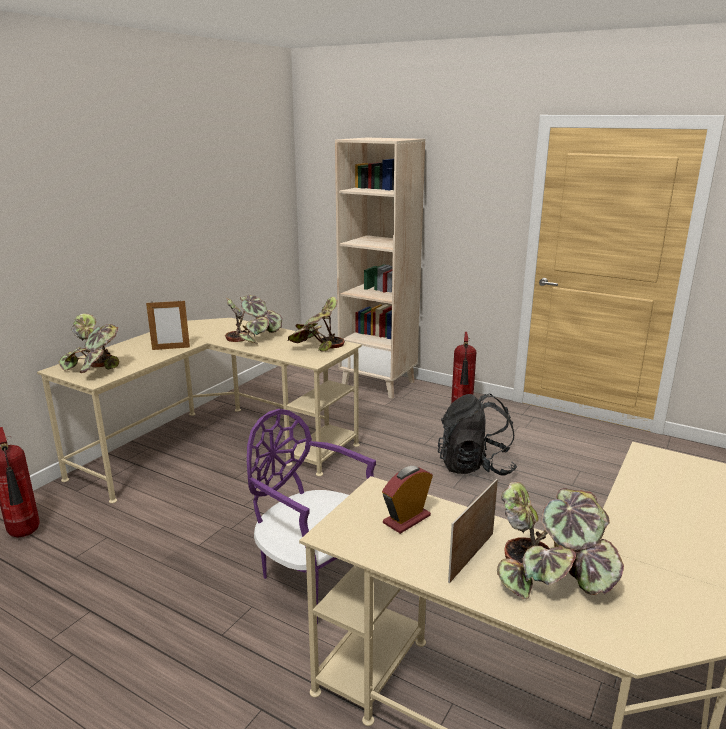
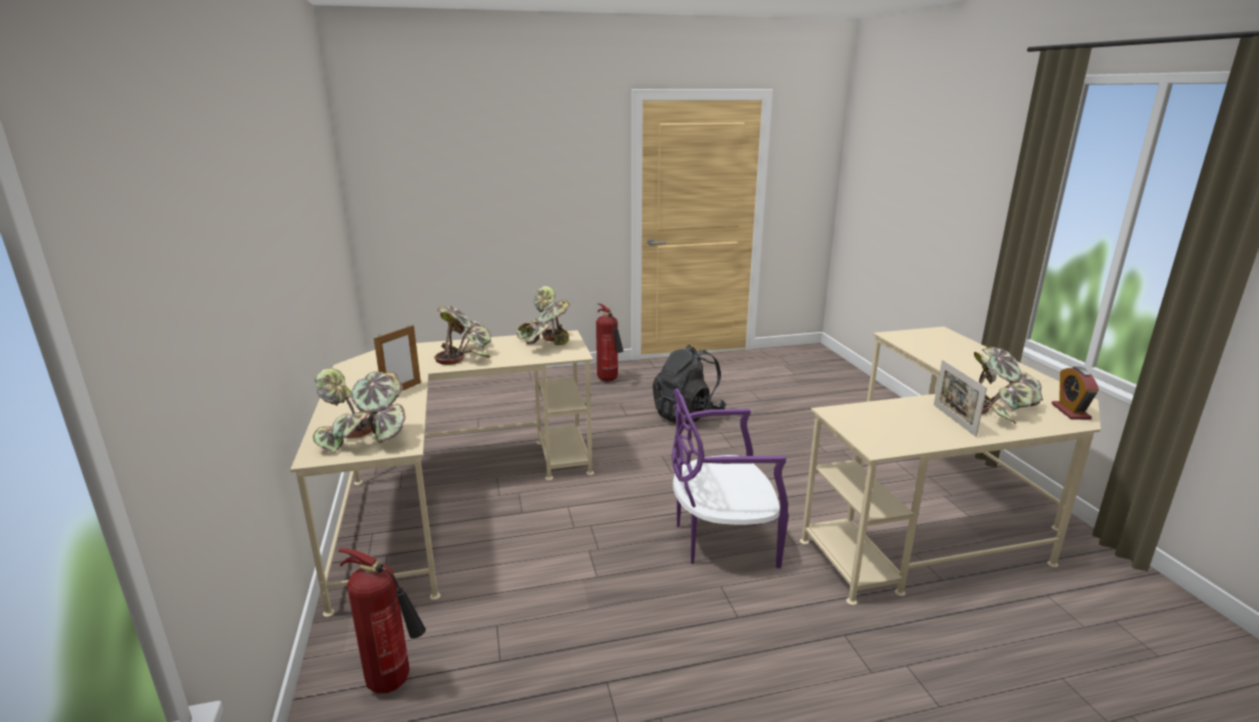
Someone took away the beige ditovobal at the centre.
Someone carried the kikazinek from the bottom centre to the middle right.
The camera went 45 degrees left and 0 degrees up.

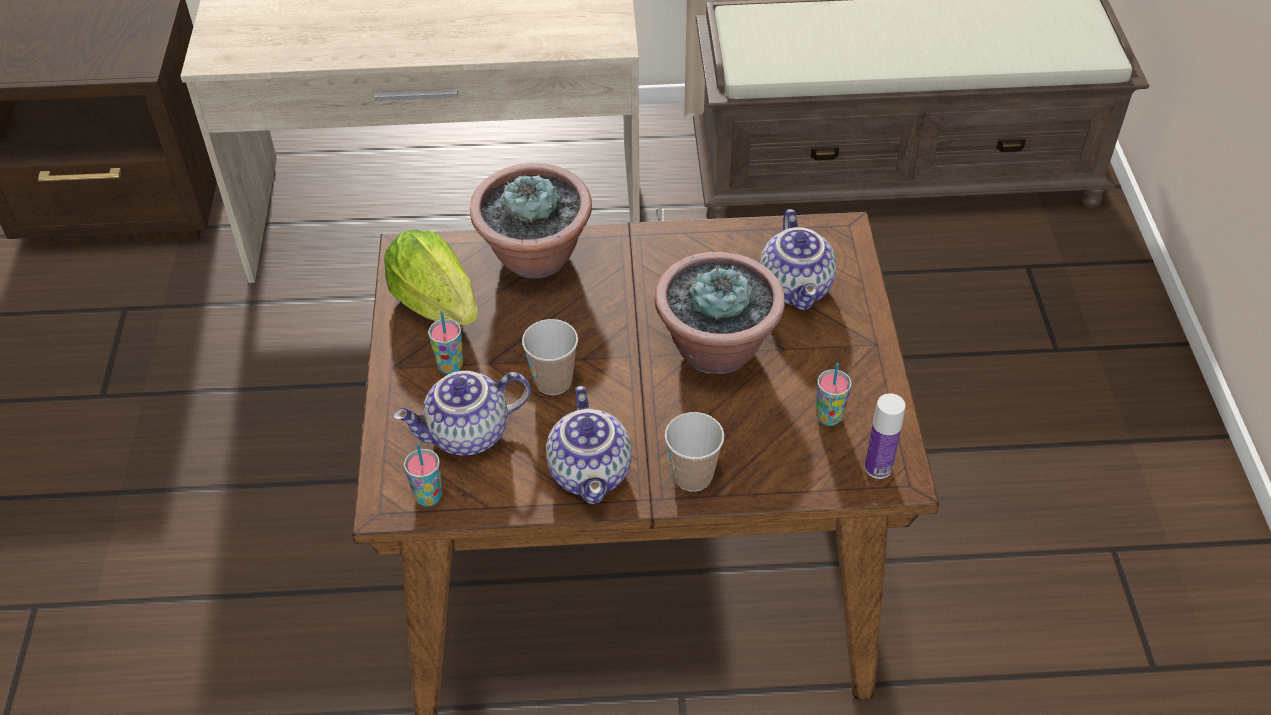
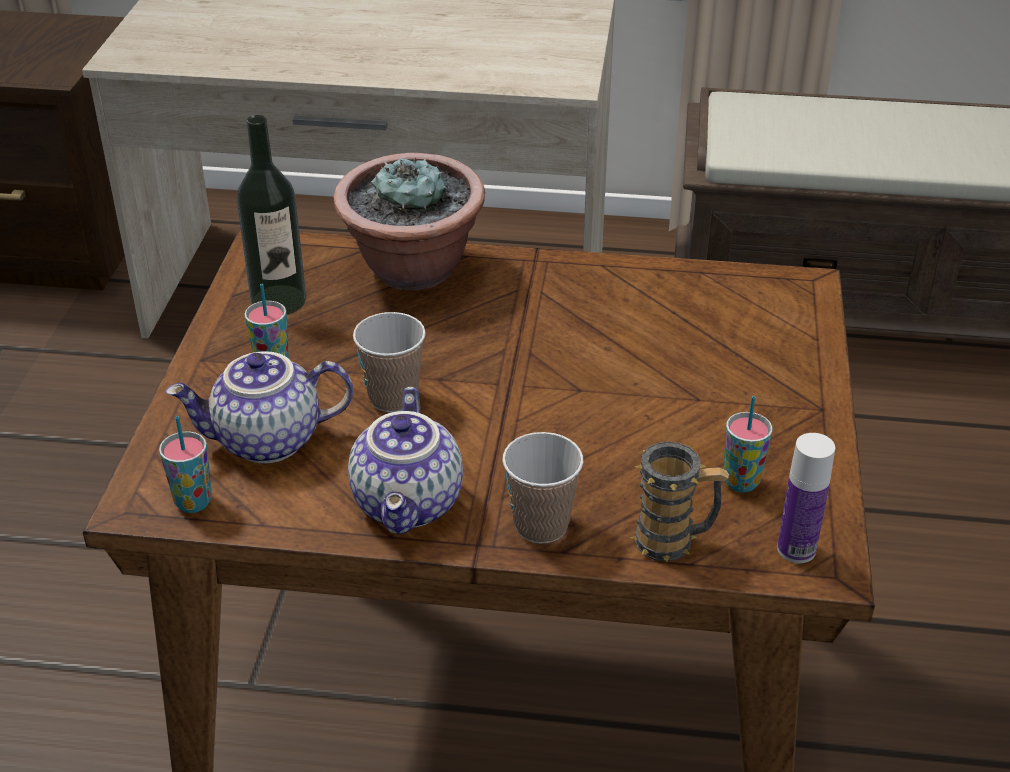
Someone took away the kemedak (no. 2 from left) at the centre.
Someone took away the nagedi (no. 3 from left) at the centre.
Someone put down the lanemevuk at the middle right.
Someone swapped the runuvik at the centre for the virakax (no. 1 from left) at the top left.
The camera went 10 degrees right and 10 degrees down.

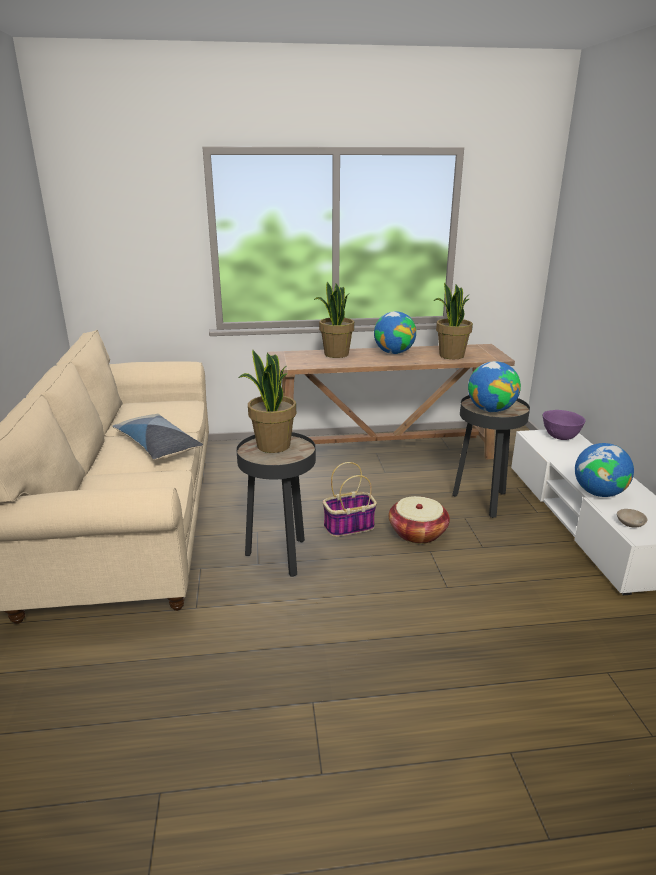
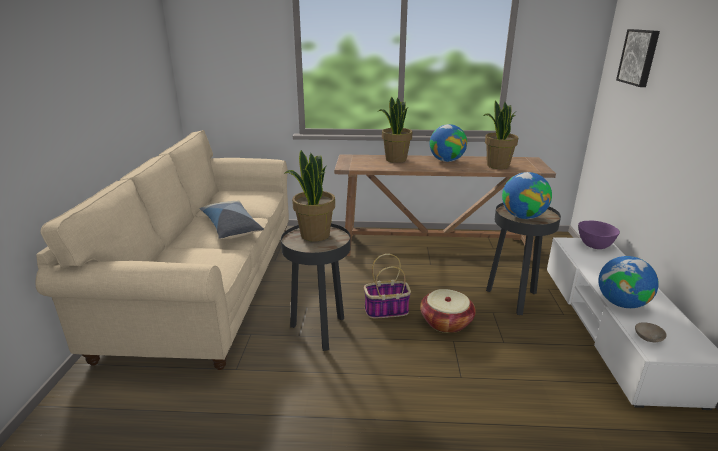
Someone put up the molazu at the top right.
The camera went 10 degrees right and 0 degrees up.

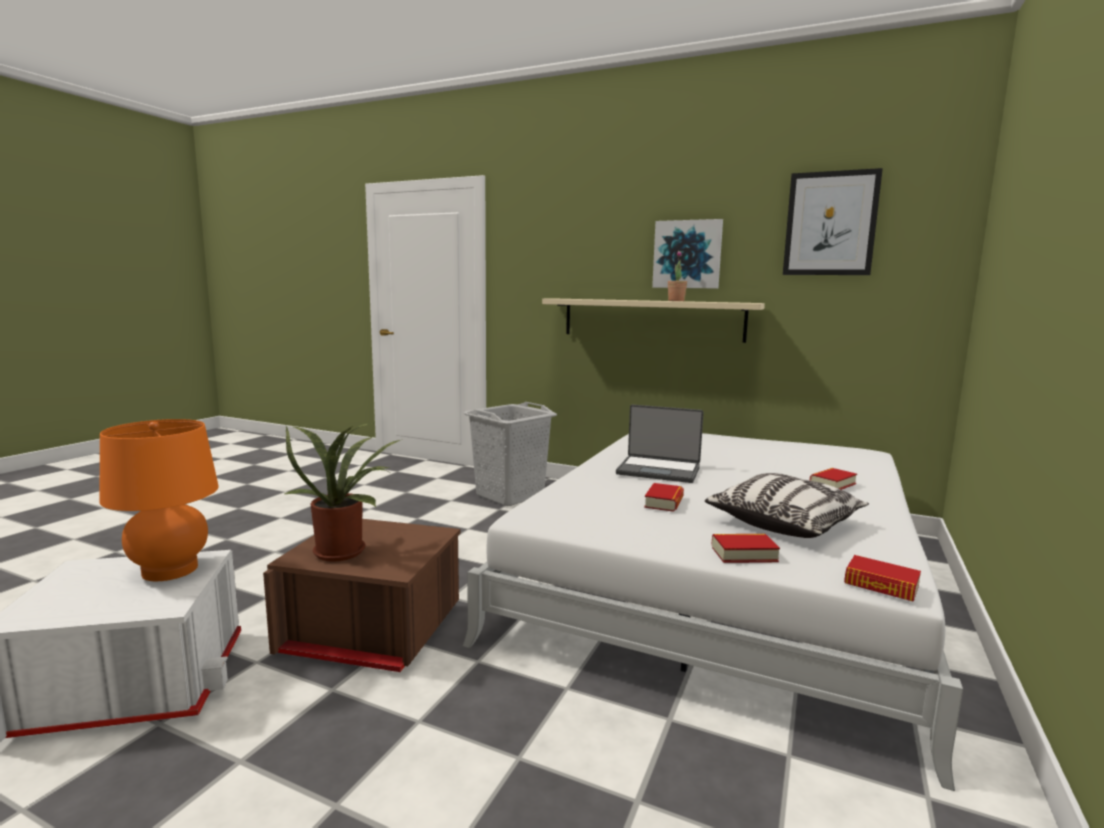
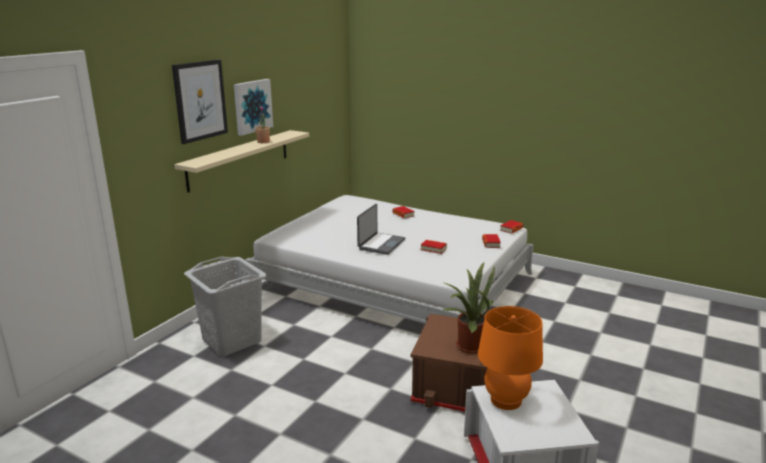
Someone took away the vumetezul at the middle right.
Someone carried the molazu (no. 2 from left in the first image) from the top right to the top left.
The camera went 85 degrees left and 10 degrees up.

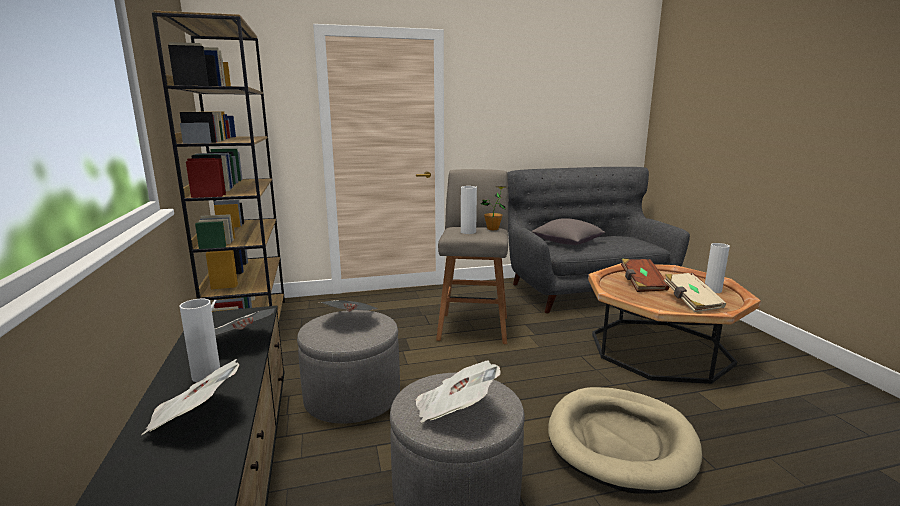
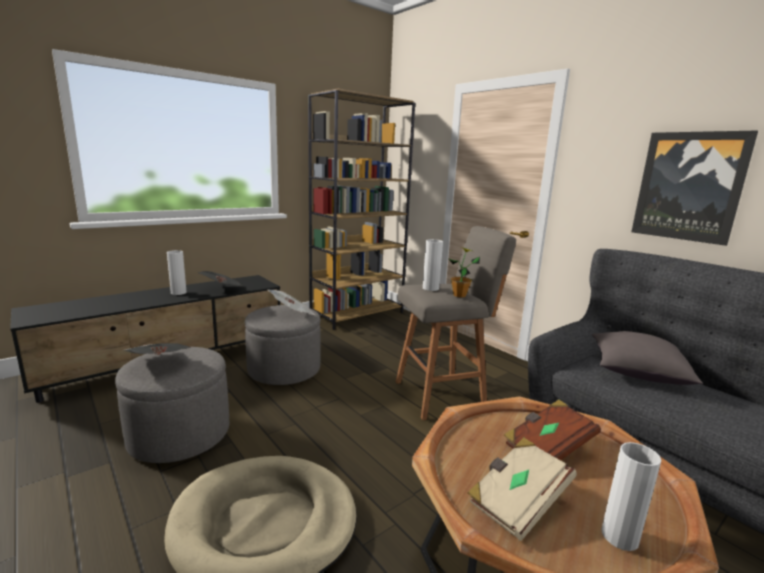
Someone took away the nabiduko (no. 1 from left) at the bottom left.
Someone put up the molazu at the top right.
The camera went 65 degrees right and 0 degrees up.

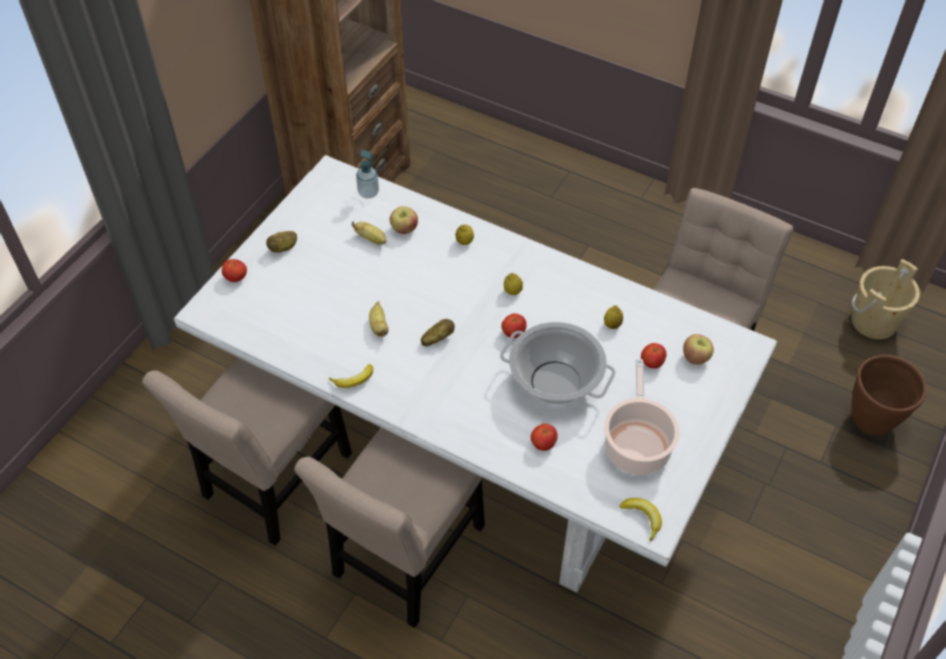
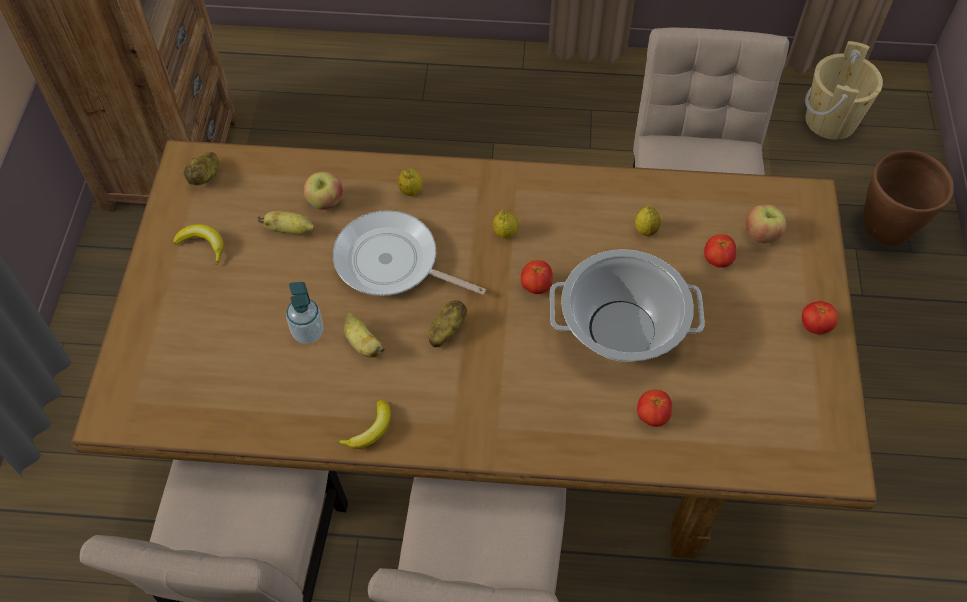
Someone took away the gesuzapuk (no. 2 from left) at the middle right.
Someone put down the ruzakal at the centre.
Someone carried the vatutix (no. 1 from left in the first image) from the middle left to the middle right.
Someone carried the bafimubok (no. 1 from left) from the middle left to the top left.
Someone carried the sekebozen from the top centre to the middle left.
Someone carried the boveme (no. 4 from left in the first image) from the bottom right to the middle left.
Someone repainted the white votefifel at the centre, which became the brown votefifel at the centre.
The camera went 25 degrees left and 5 degrees up.

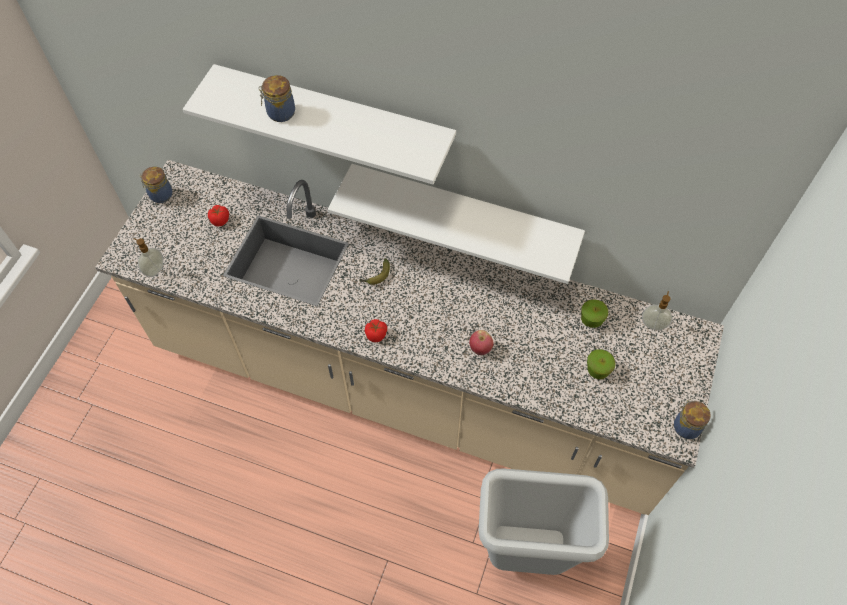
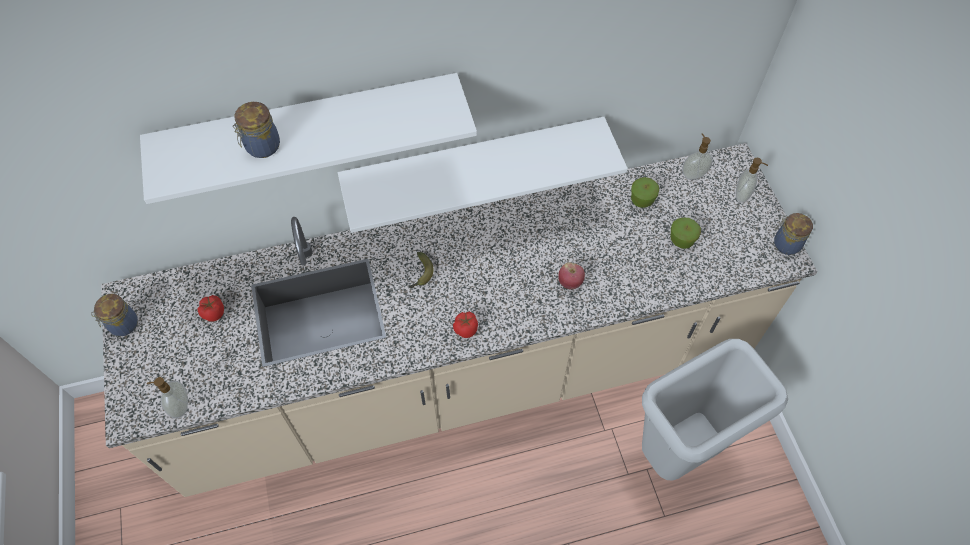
Someone put down the sekebozen (no. 3 from left) at the top right.
The camera went 35 degrees left and 0 degrees up.

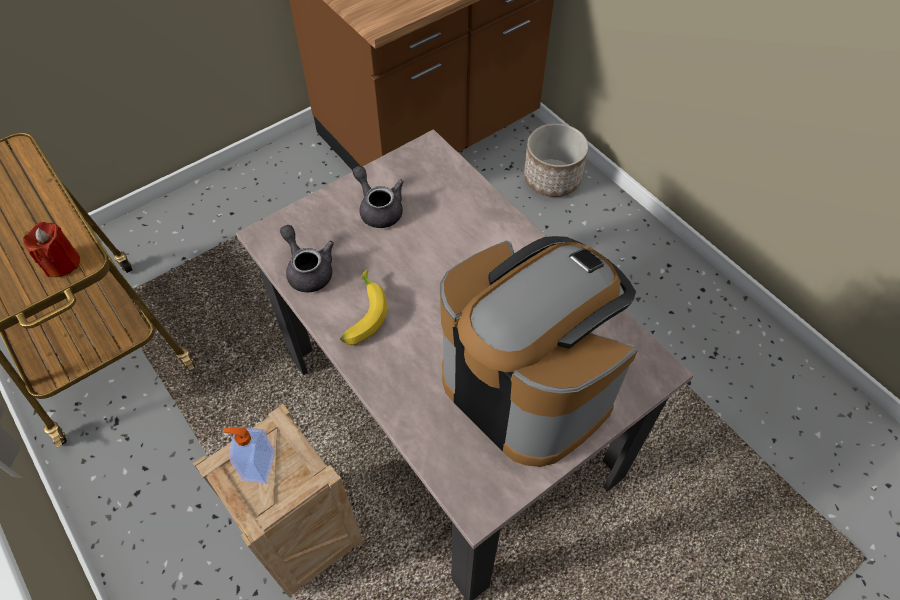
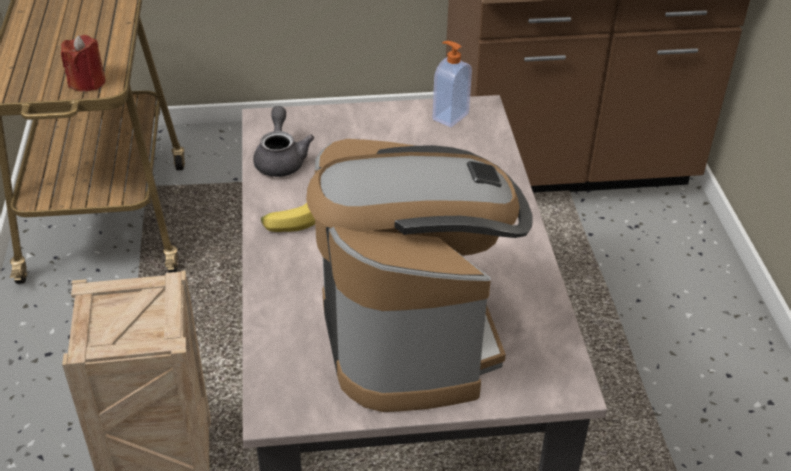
Someone took away the grey nagedi (no. 2 from left) at the top centre.
Someone took away the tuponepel at the top centre.
Someone carried the sekebozen from the bottom left to the top centre.
The camera went 30 degrees right and 15 degrees down.

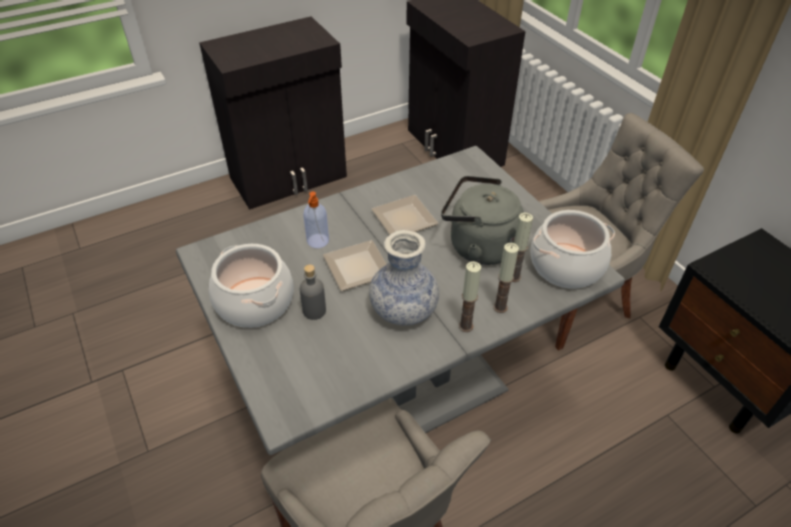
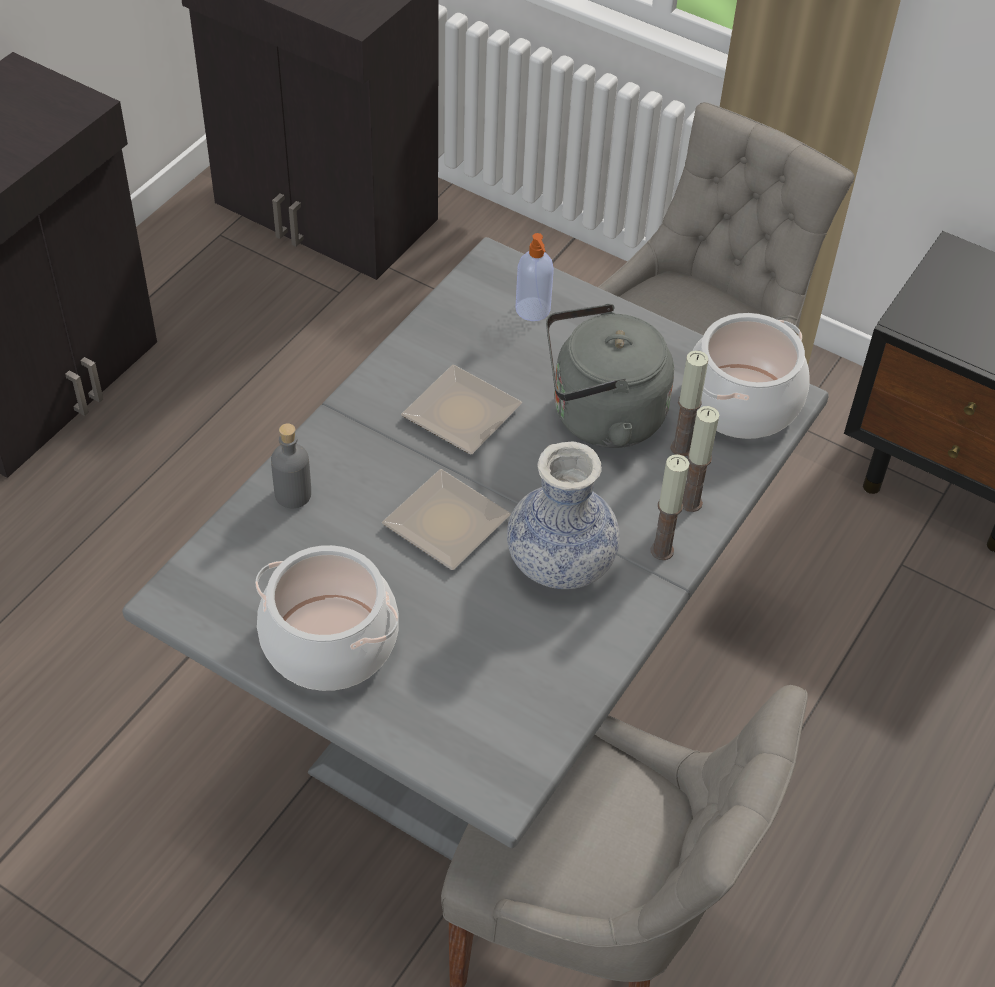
Someone carried the grey virakax from the centre to the middle left.
Someone carried the sekebozen from the centre to the top centre.
The camera went 30 degrees left and 5 degrees up.

